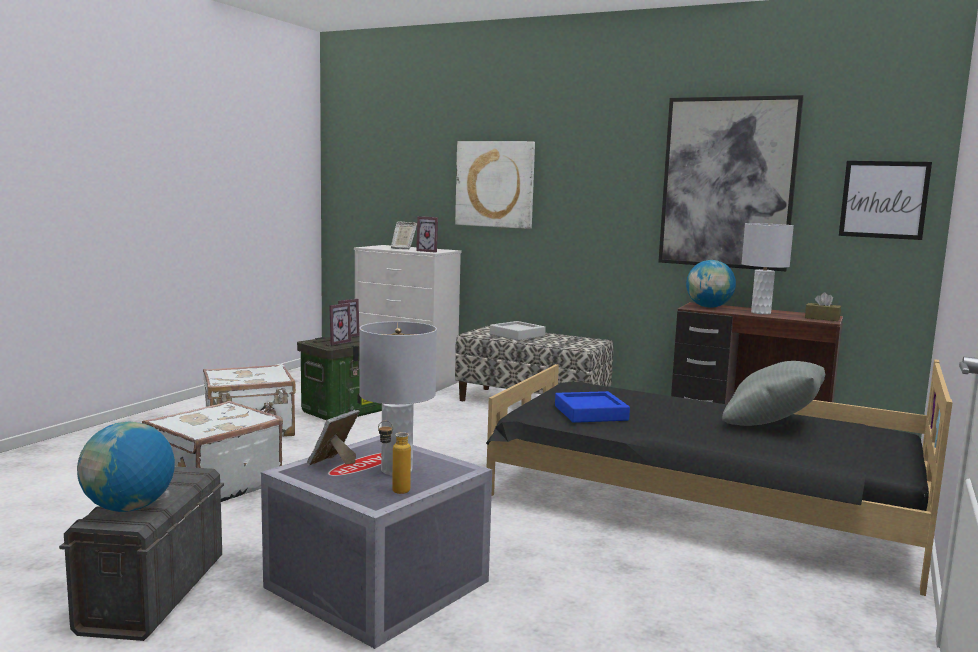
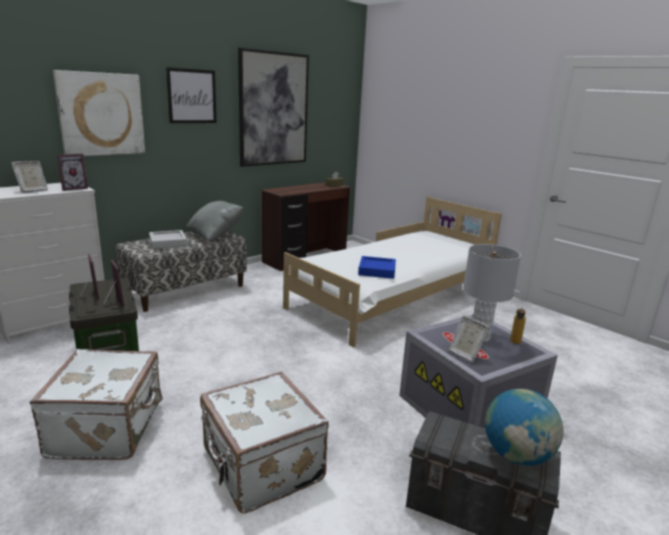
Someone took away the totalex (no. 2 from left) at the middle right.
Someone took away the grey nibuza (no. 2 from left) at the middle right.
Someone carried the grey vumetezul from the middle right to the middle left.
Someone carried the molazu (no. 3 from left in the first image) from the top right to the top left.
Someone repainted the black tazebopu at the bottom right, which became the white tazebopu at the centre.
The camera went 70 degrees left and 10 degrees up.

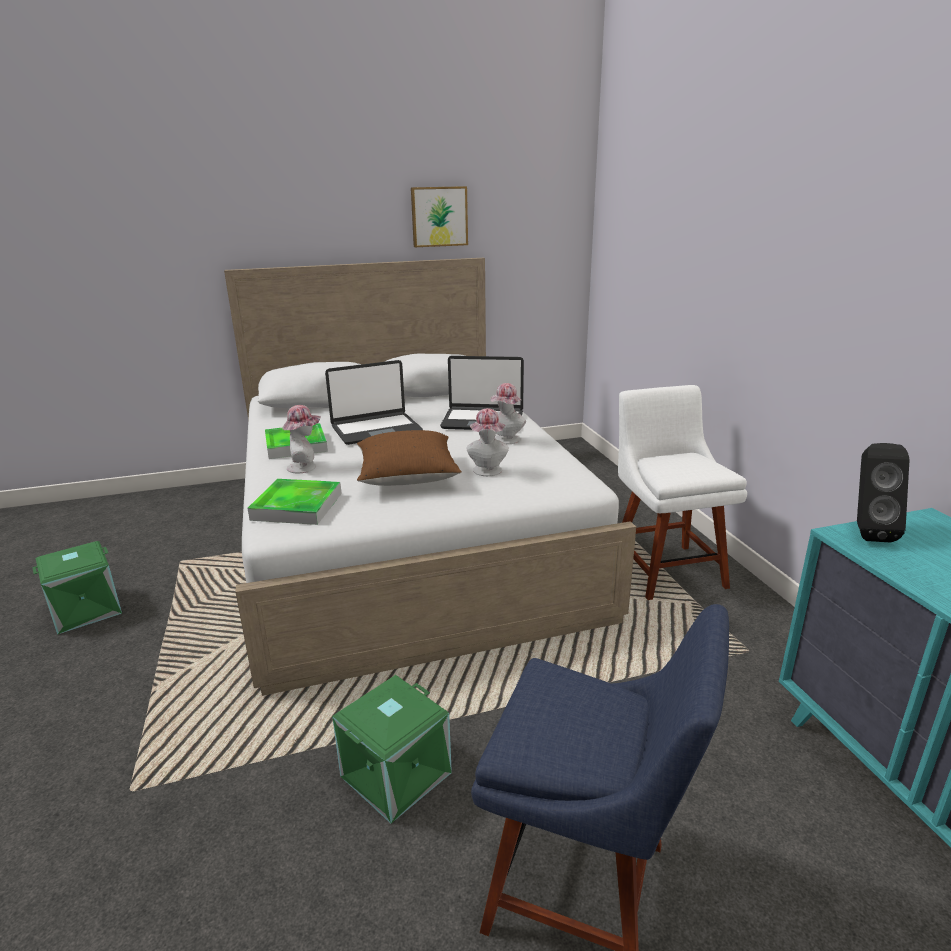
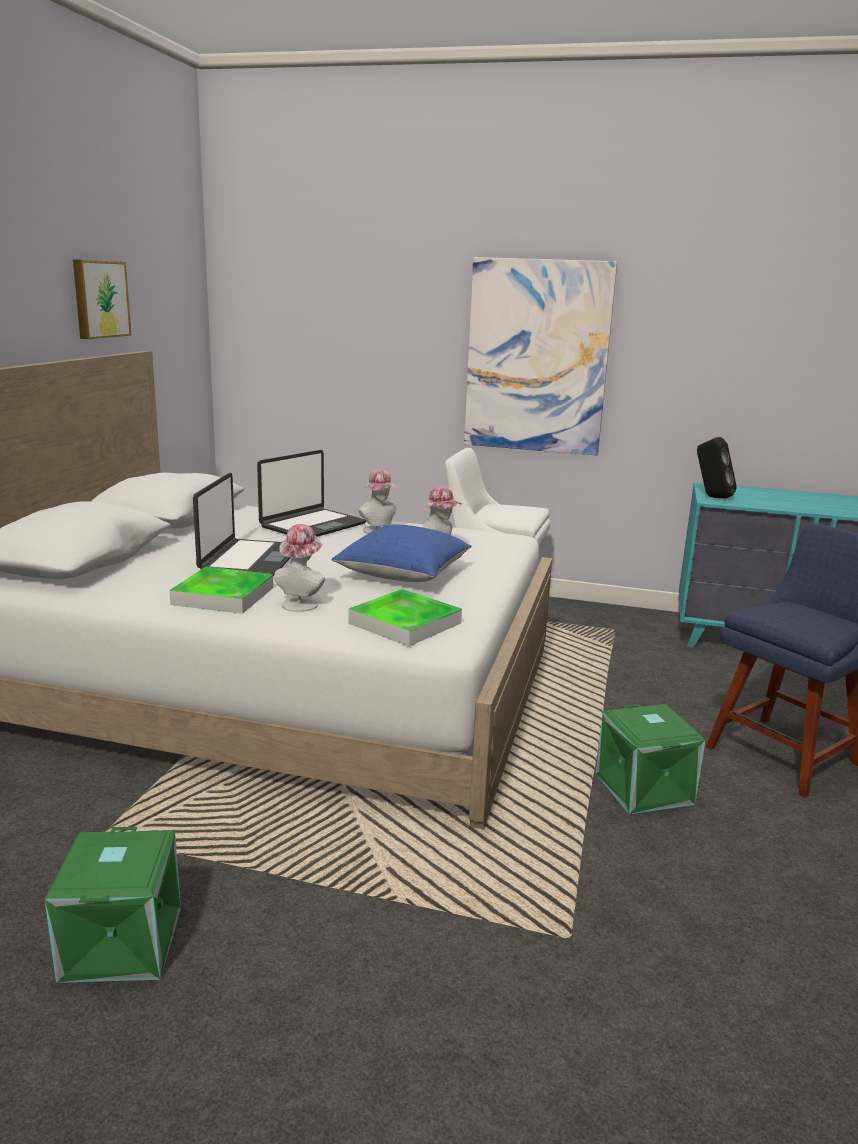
Someone put up the molazu (no. 2 from left) at the top centre.
Someone repainted the brown vumetezul at the centre, which became the blue vumetezul at the centre.
The camera went 60 degrees left and 5 degrees down.

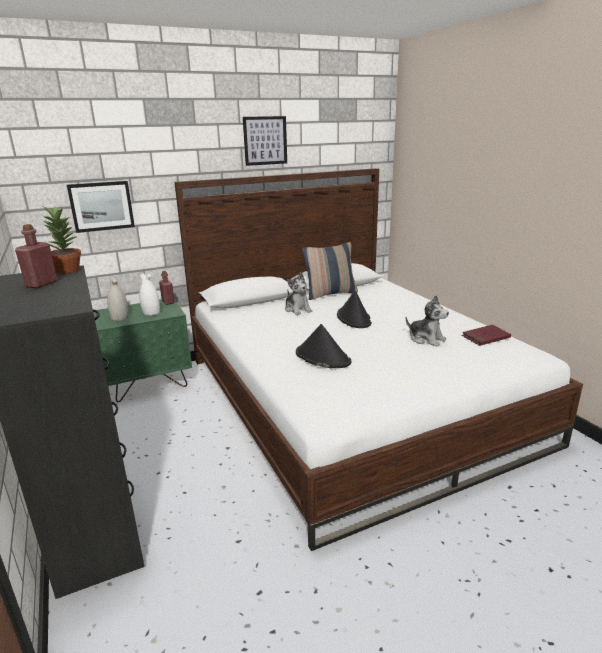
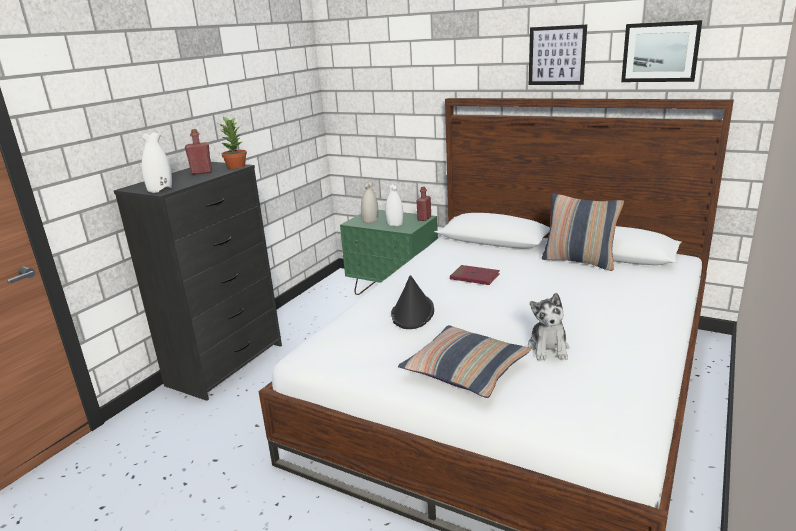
Someone took away the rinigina (no. 1 from left) at the centre.
Someone took away the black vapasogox (no. 2 from left) at the centre.
Someone put down the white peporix (no. 1 from left) at the top left.
Someone put down the vumetezul (no. 1 from left) at the bottom centre.
Someone carried the molazu (no. 1 from left in the first image) from the top left to the top right.
Someone carried the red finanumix from the middle right to the centre.
The camera went 55 degrees right and 0 degrees up.

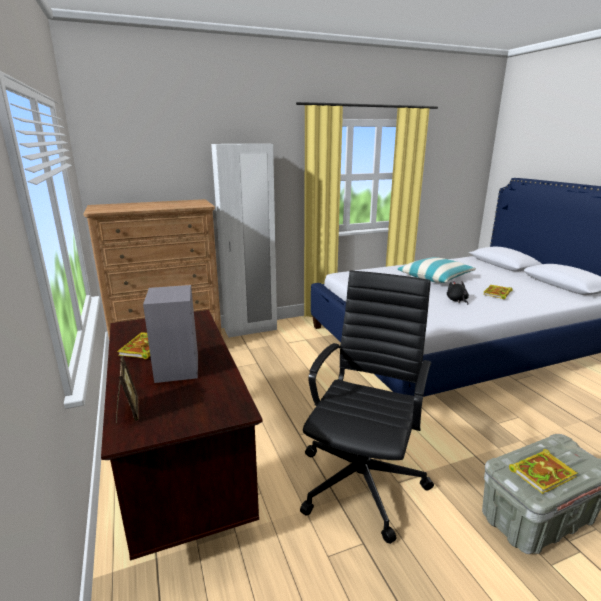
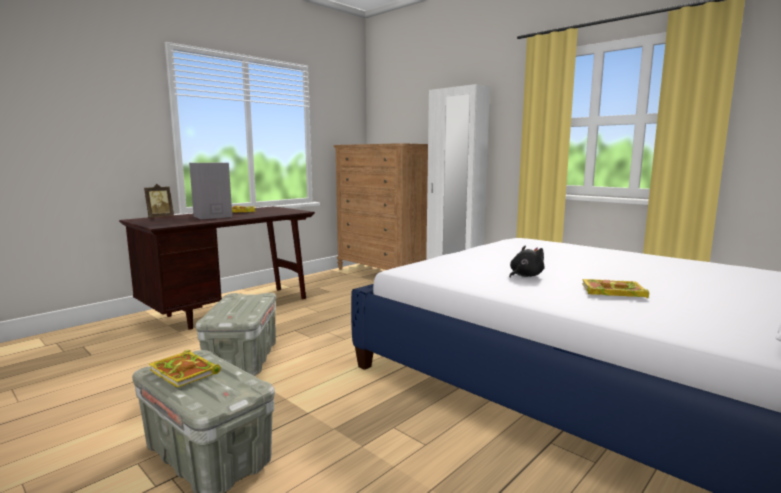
Someone took away the vumetezul at the middle right.
Someone swapped the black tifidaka at the bottom centre for the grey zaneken (no. 2 from left) at the bottom left.
The camera went 65 degrees right and 10 degrees down.

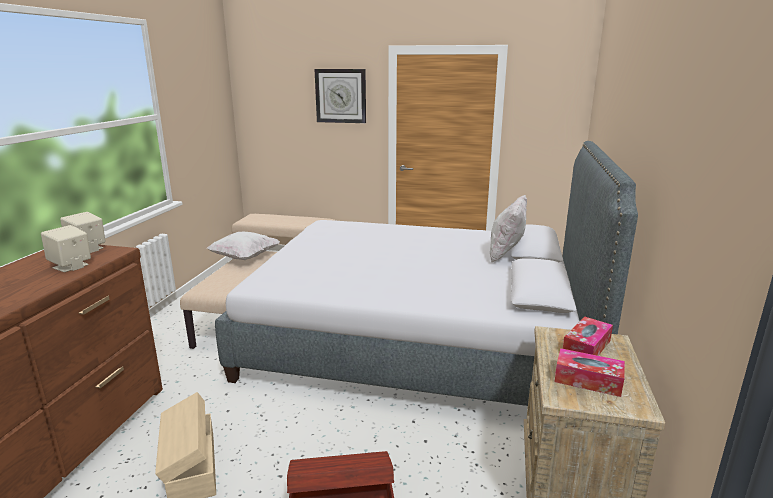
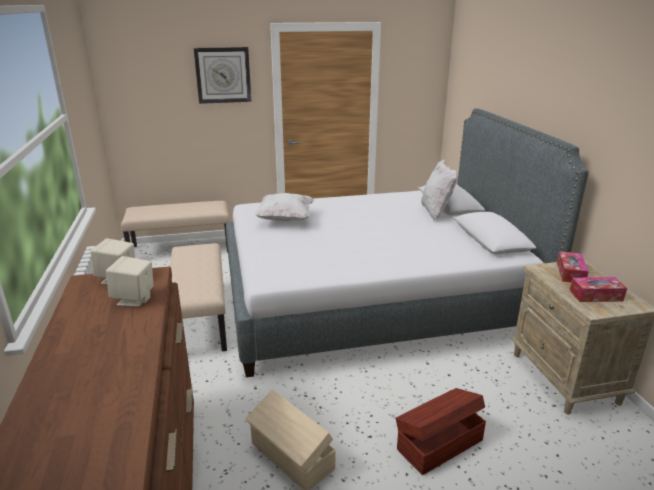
Someone carried the white vumetezul (no. 1 from left) from the middle left to the centre.
The camera went 25 degrees left and 5 degrees up.

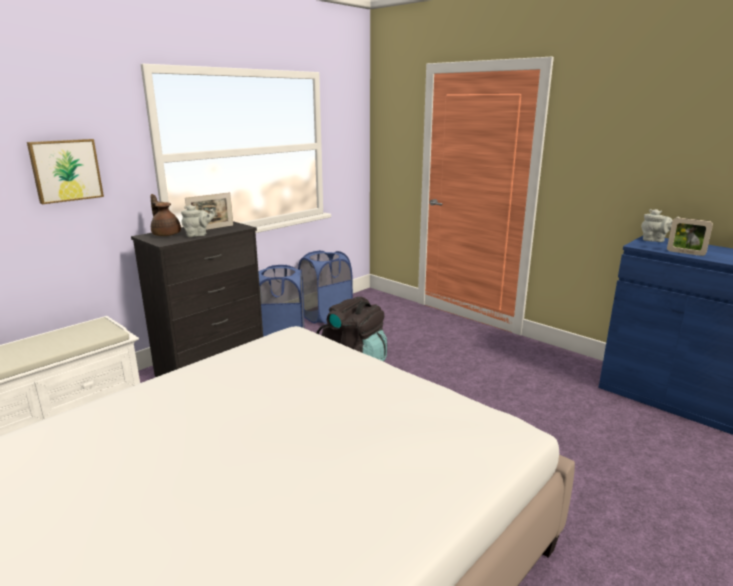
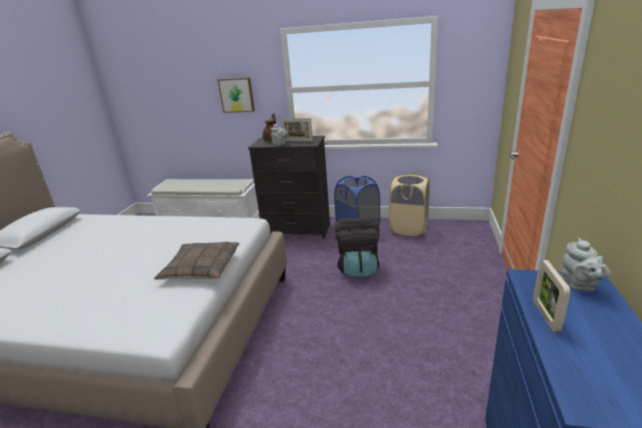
Someone put down the vumetezul at the middle left.
Someone repainted the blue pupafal (no. 2 from left) at the centre, which became the beige pupafal at the centre.
The camera went 60 degrees right and 5 degrees up.

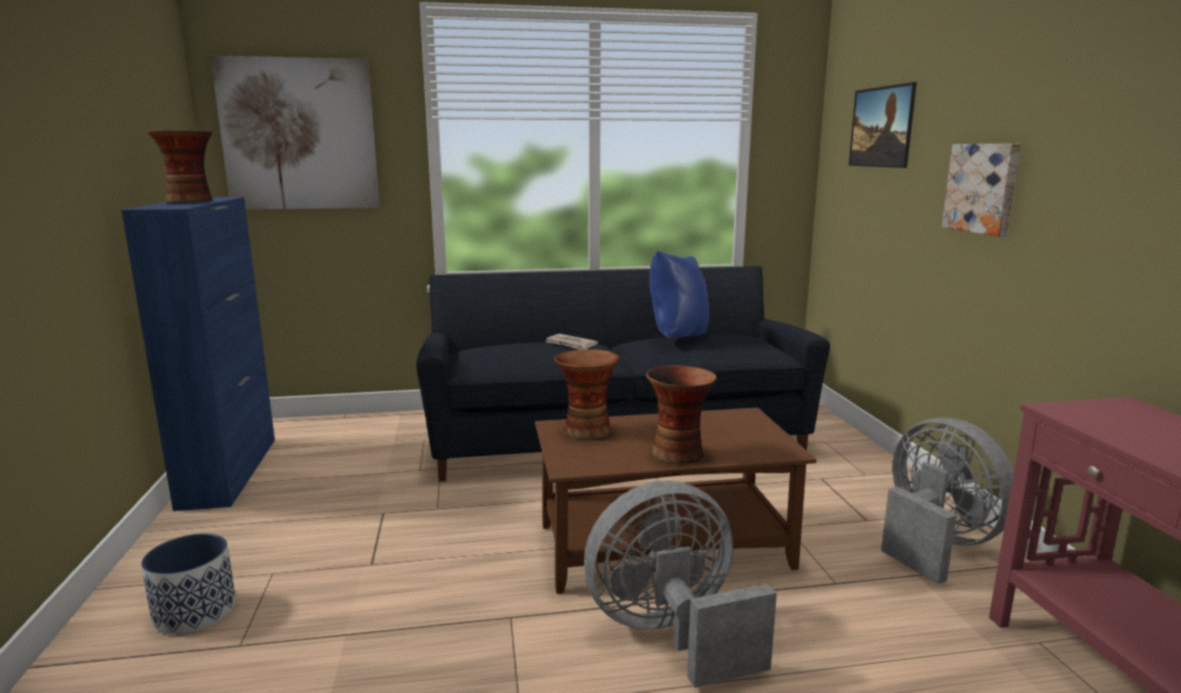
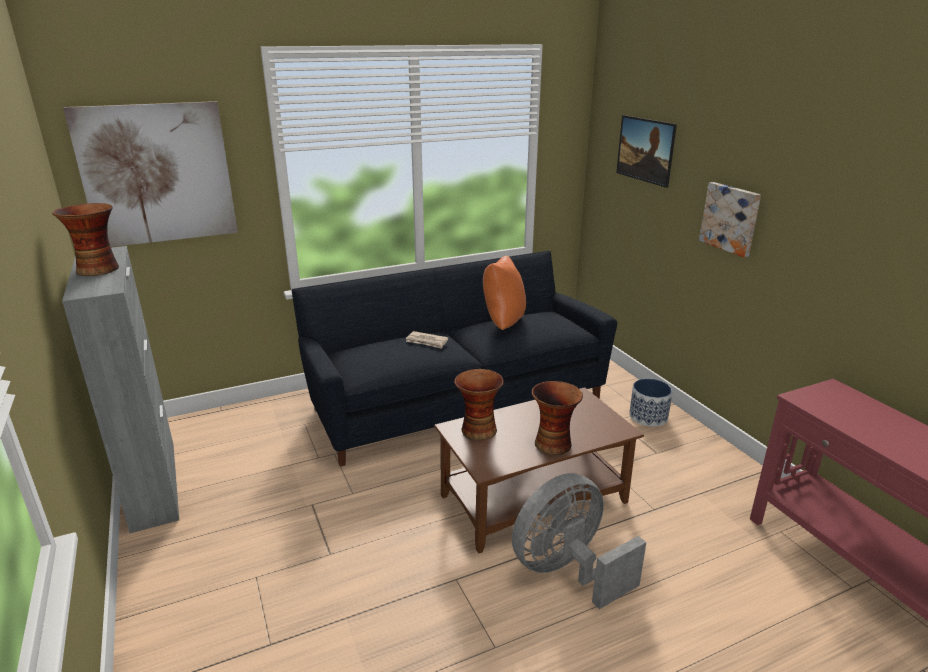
Someone took away the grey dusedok (no. 2 from left) at the bottom right.
Someone carried the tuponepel from the bottom left to the middle right.
Someone repainted the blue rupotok at the middle left, which became the grey rupotok at the middle left.
Someone repainted the blue vumetezul at the centre, which became the orange vumetezul at the centre.
The camera went 15 degrees left and 10 degrees up.

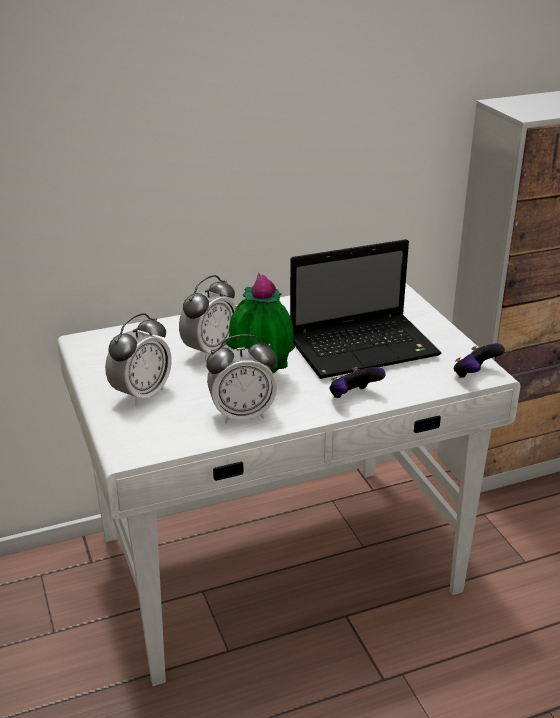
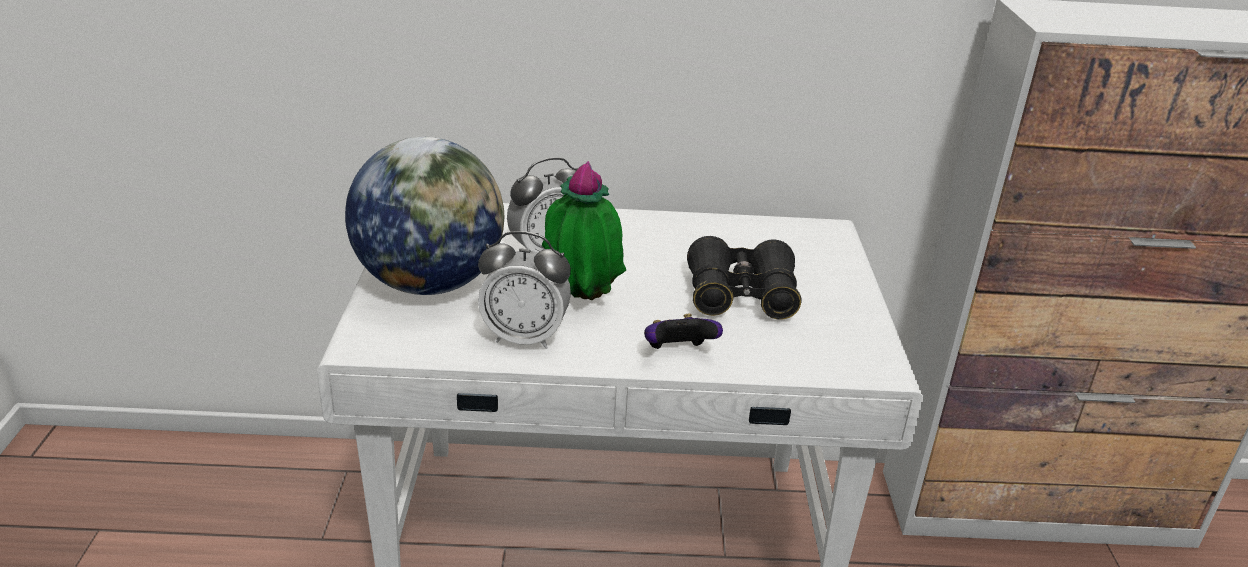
Someone took away the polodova (no. 2 from left) at the middle right.
Someone swapped the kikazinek (no. 1 from left) at the middle left for the totalex at the centre.
Someone swapped the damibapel at the centre for the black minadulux at the centre.
The camera went 20 degrees right and 0 degrees up.

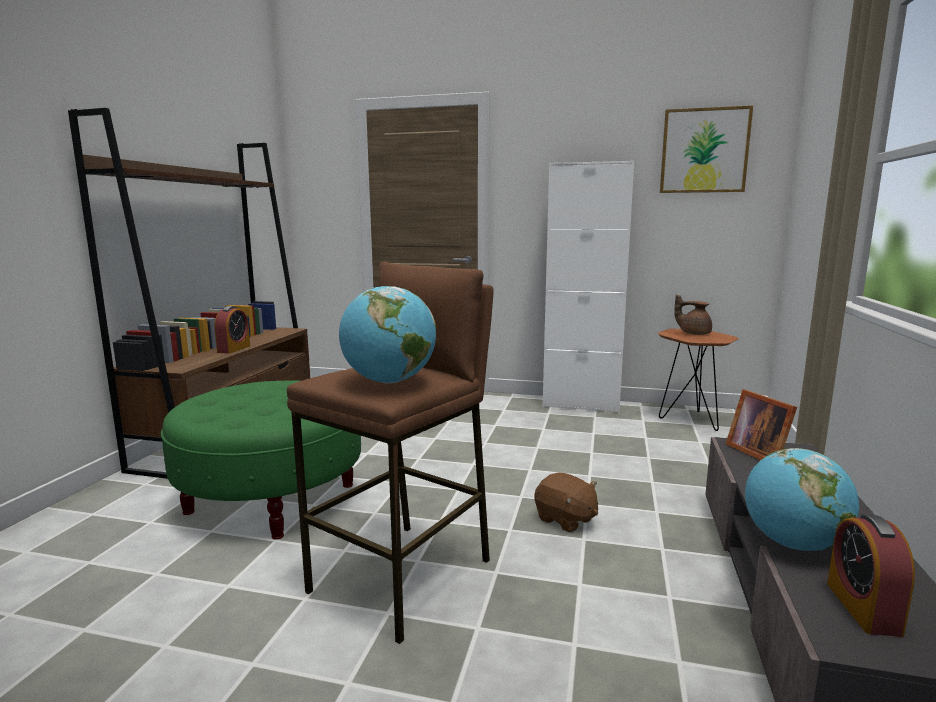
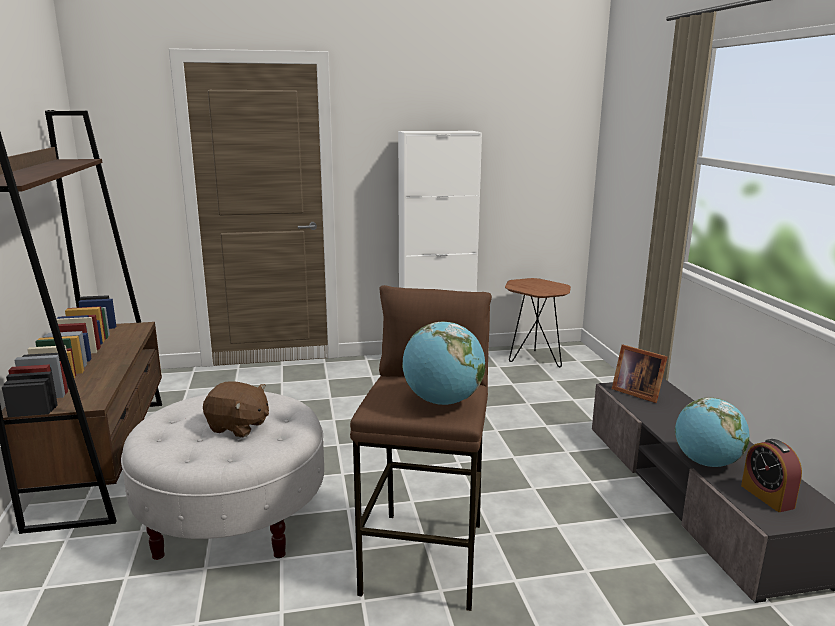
Someone took away the kikazinek (no. 1 from left) at the middle left.
Someone took away the molazu at the top right.
Someone took away the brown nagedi at the middle right.
Someone carried the brown rinigina from the bottom centre to the middle left.
Someone repainted the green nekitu at the middle left, which became the white nekitu at the bottom left.
The camera went 25 degrees left and 5 degrees up.

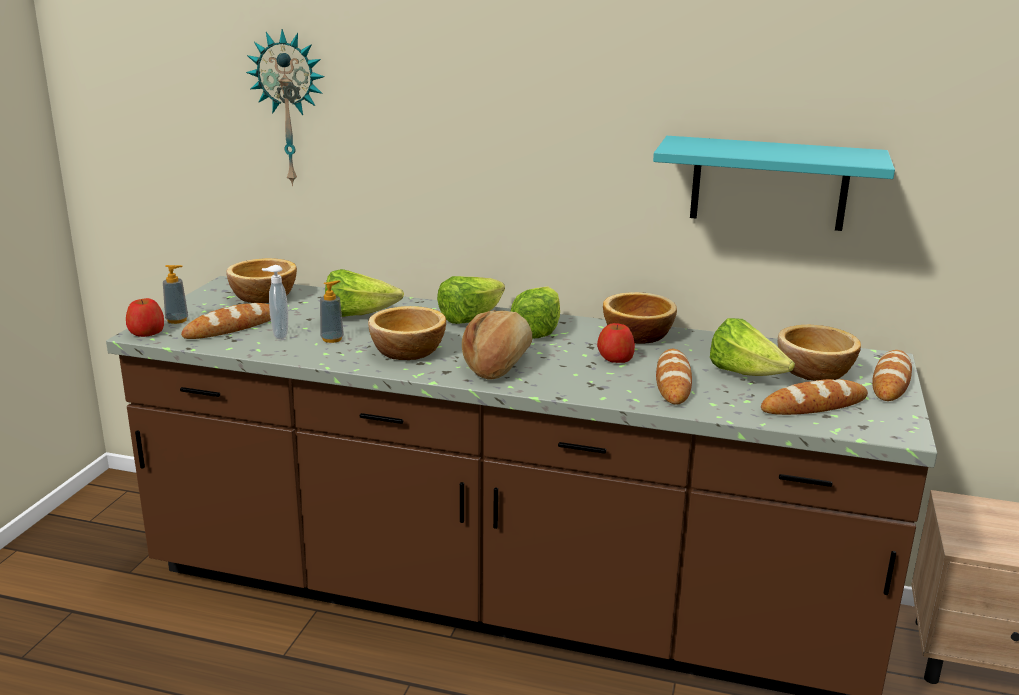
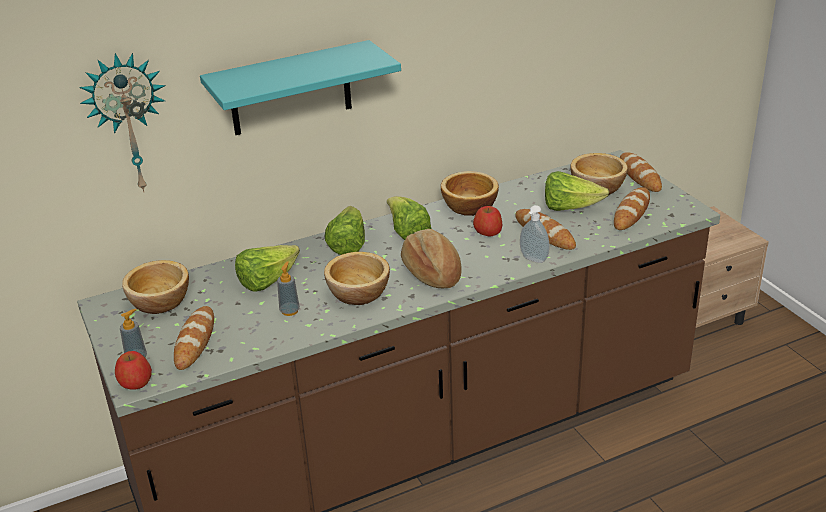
Someone carried the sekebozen (no. 2 from left in the first image) from the middle left to the centre.
Someone carried the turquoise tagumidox from the top right to the top centre.
The camera went 40 degrees left and 10 degrees up.

